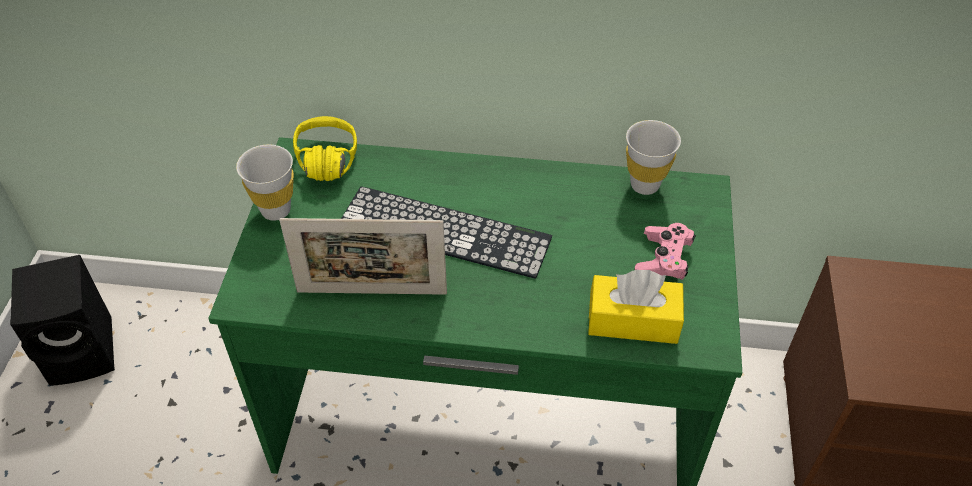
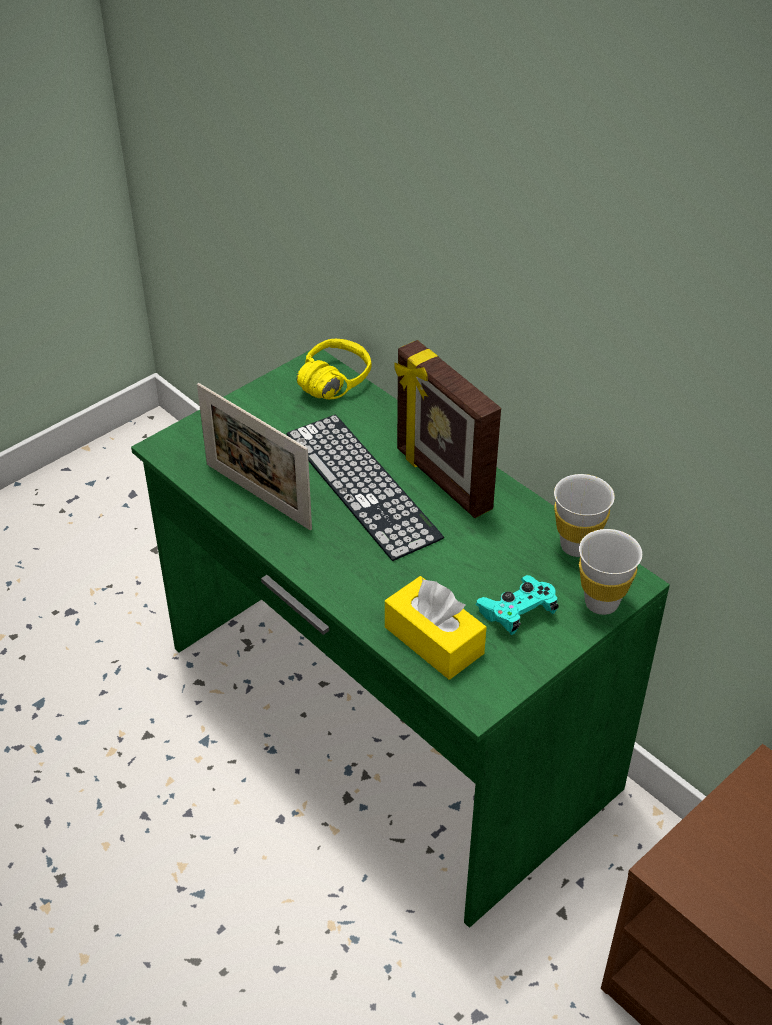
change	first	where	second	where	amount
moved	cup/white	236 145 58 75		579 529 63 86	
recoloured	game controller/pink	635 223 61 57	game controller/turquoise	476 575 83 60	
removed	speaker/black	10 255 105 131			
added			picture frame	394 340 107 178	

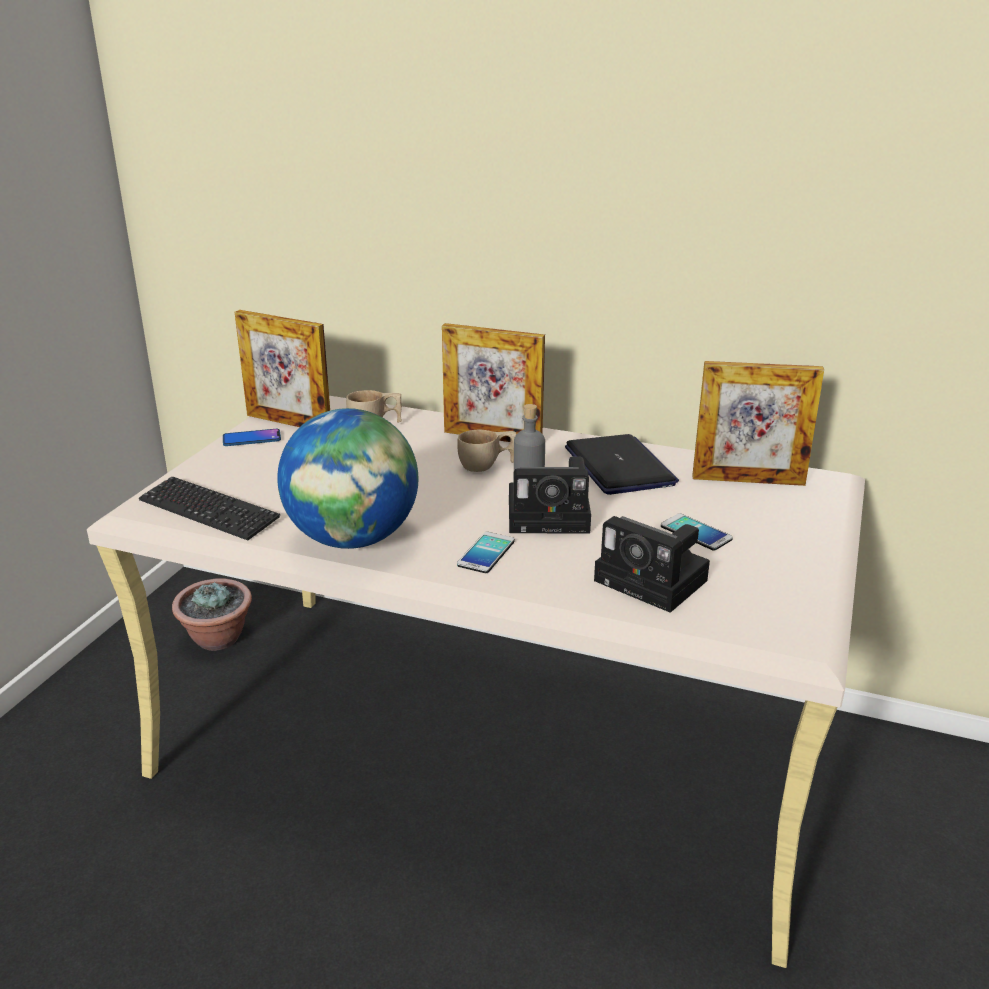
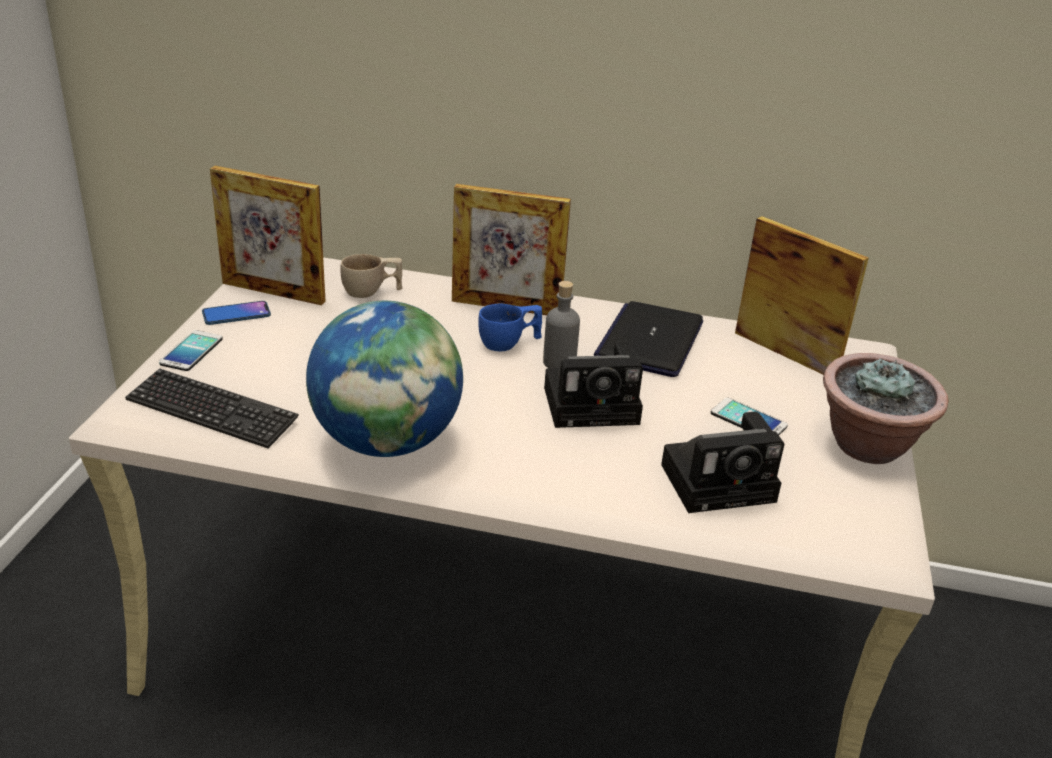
change	first	where	second	where	amount
turned	picture frame	692 361 132 125		735 216 134 159	135 degrees counterclockwise
recoloured	cup/beige	457 430 59 42	cup/blue	478 304 64 47	
turned	laptop	565 434 114 61		594 301 109 76	135 degrees counterclockwise
turned	photo camera	594 516 116 97		661 412 123 101	45 degrees counterclockwise
moved	phone	457 532 58 41		159 330 64 41	
moved	potted plant	172 578 80 73		823 353 125 111	

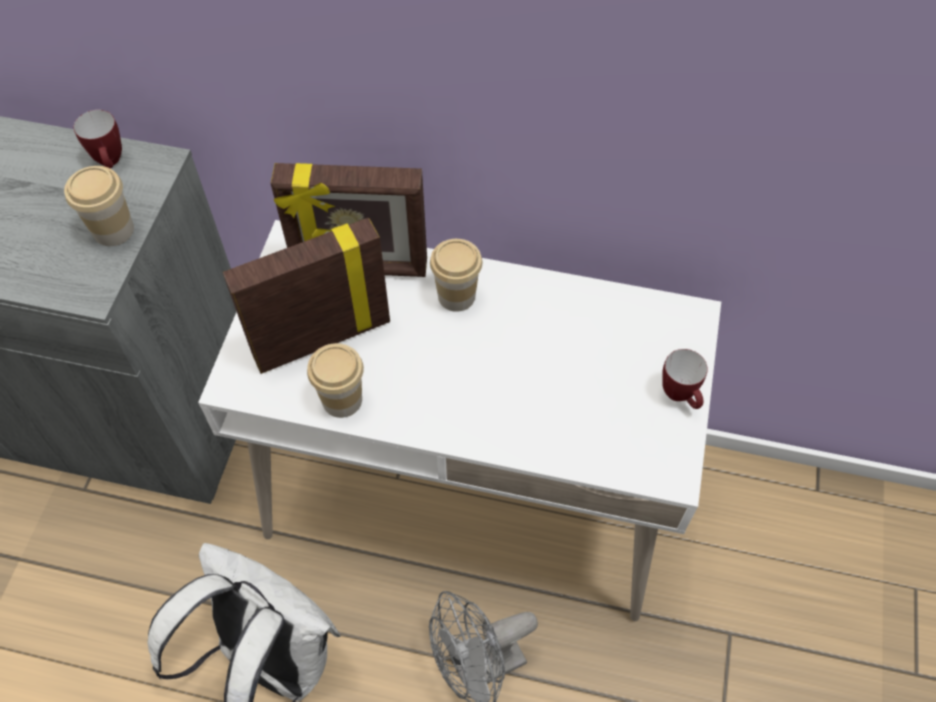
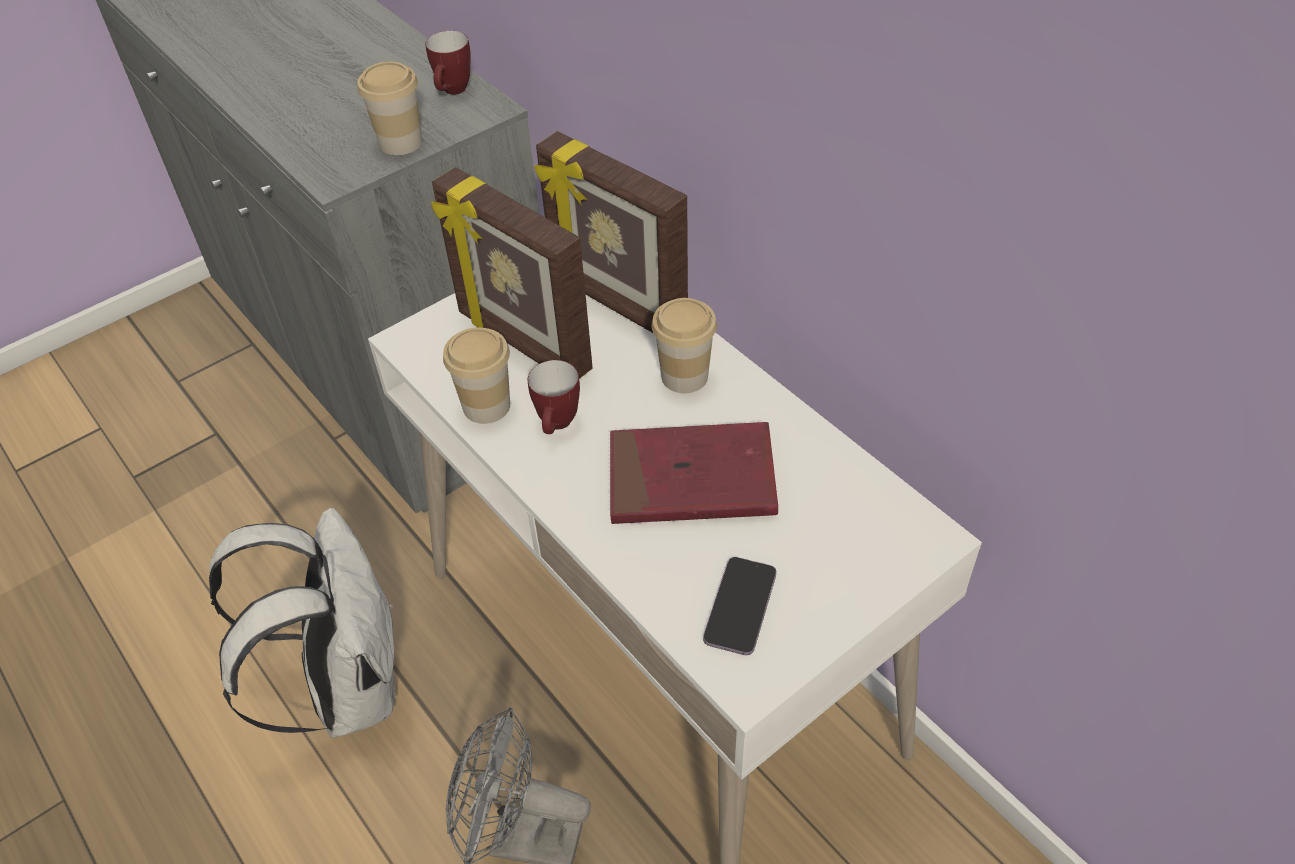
change	first	where	second	where	amount
turned	picture frame	223 218 167 156		431 167 162 212	150 degrees counterclockwise
moved	mug	662 349 46 60		528 360 52 74	
added			book/red	610 422 168 102	
added			phone	703 557 73 98	

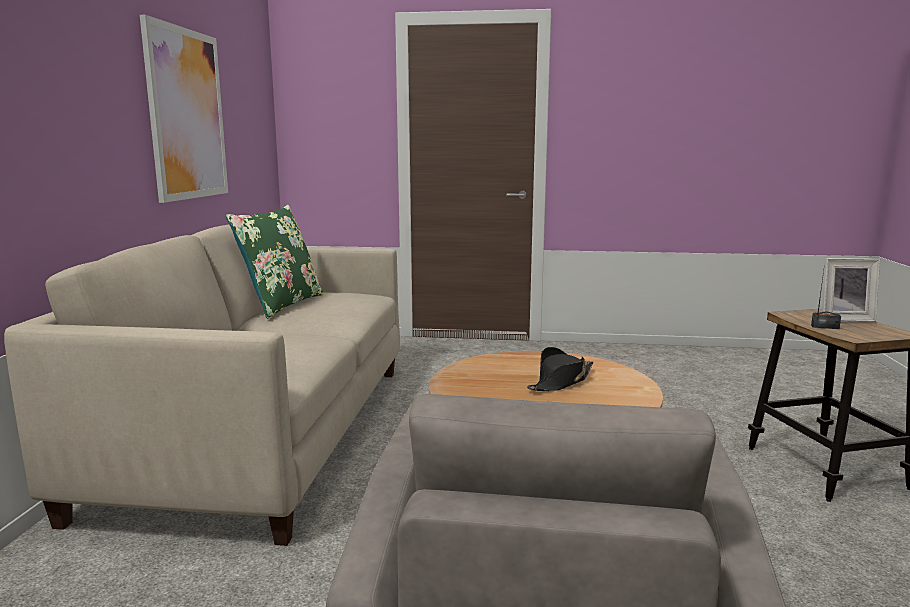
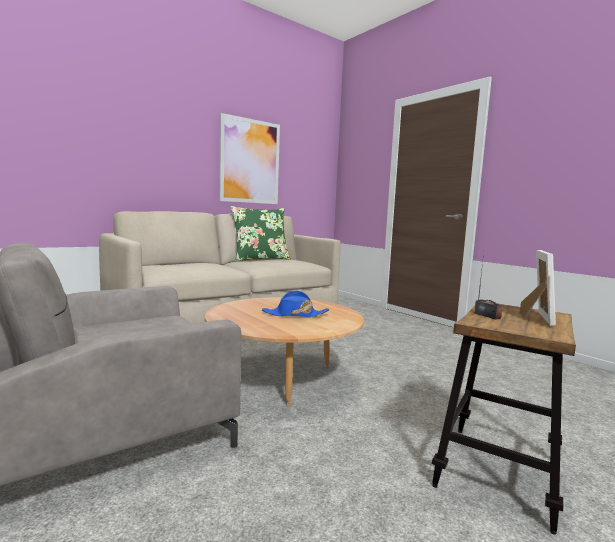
change	first	where	second	where	amount
turned	picture frame	822 258 58 64		519 250 37 76	120 degrees counterclockwise
recoloured	hat/black	527 347 66 44	hat/blue	262 291 67 27	

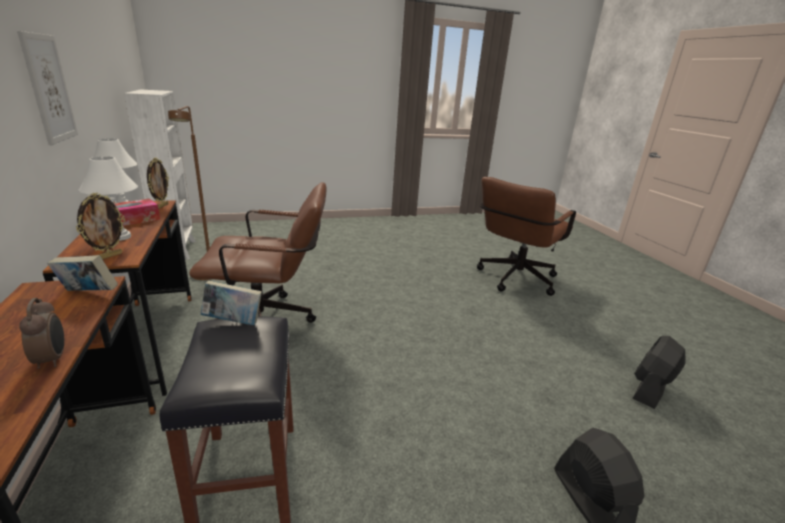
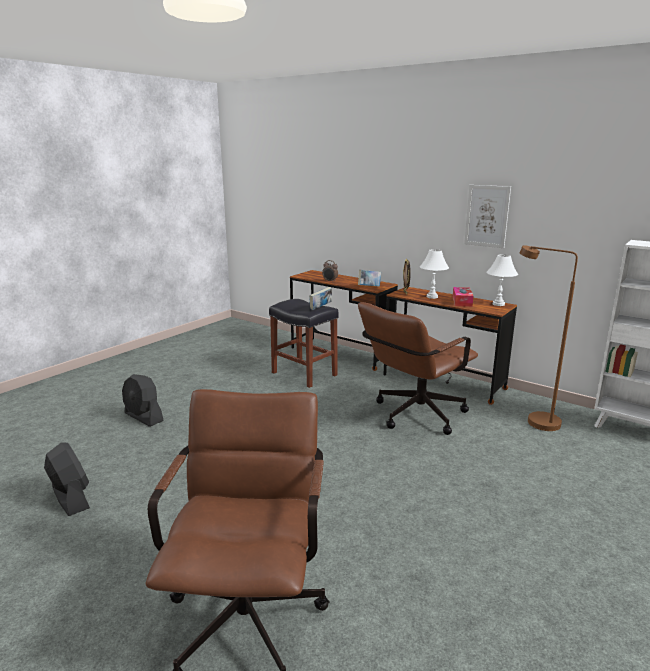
change	first	where	second	where	amount
removed	picture frame	147 158 22 51			
turned	fan/black	633 336 53 73		44 442 46 74	45 degrees counterclockwise

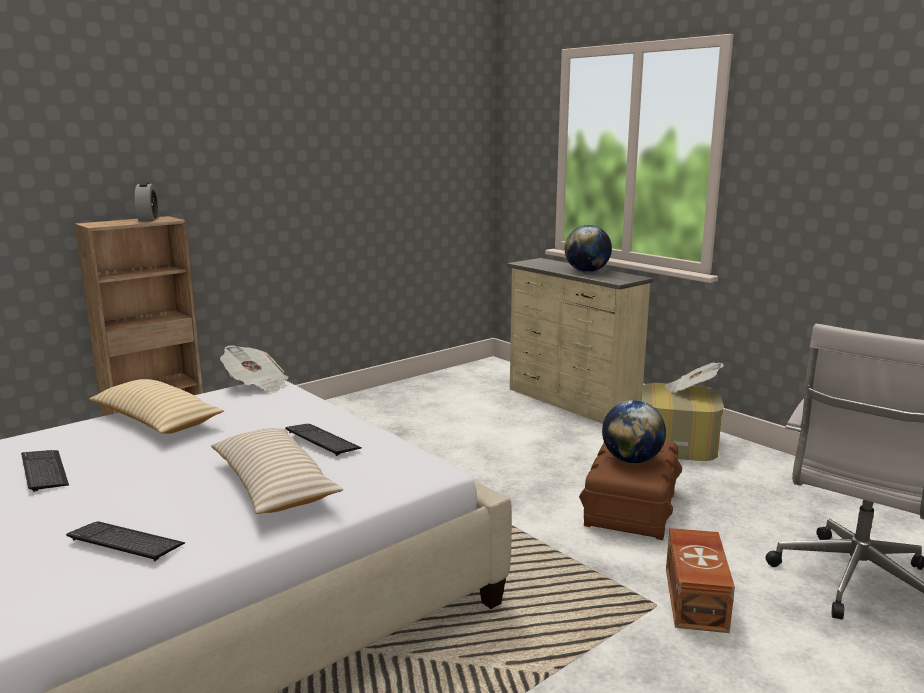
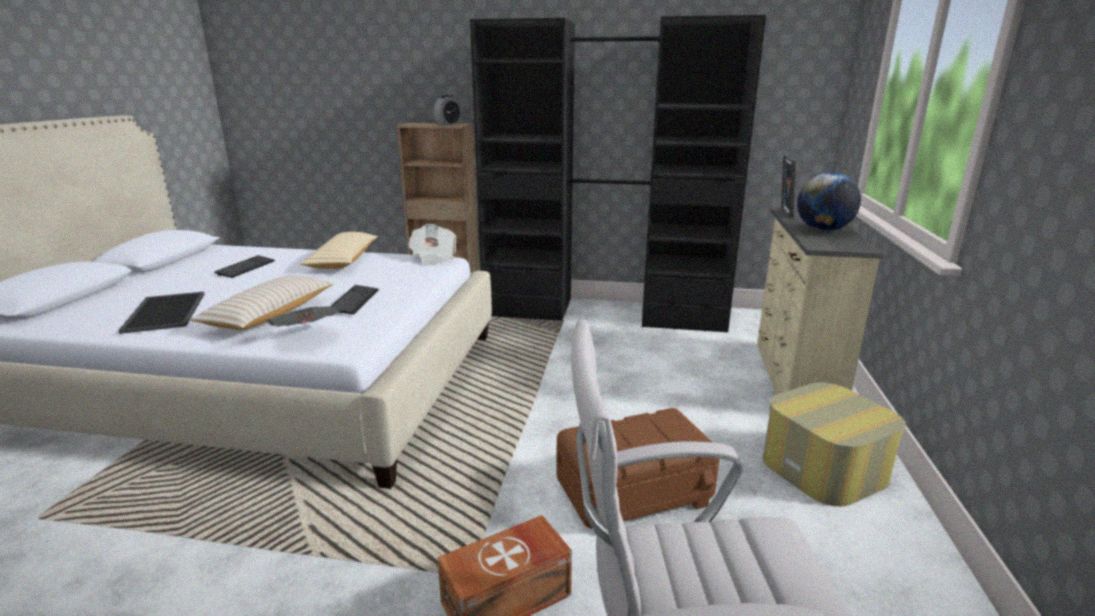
change	first	where	second	where	amount
moved	newspaper	665 362 59 31		265 306 76 21	
removed	globe	602 400 64 63			
replaced	keyboard	66 521 119 41	tray	118 292 87 42	
added			wardrobe/black	470 15 296 317	
added			picture frame	781 155 15 63	

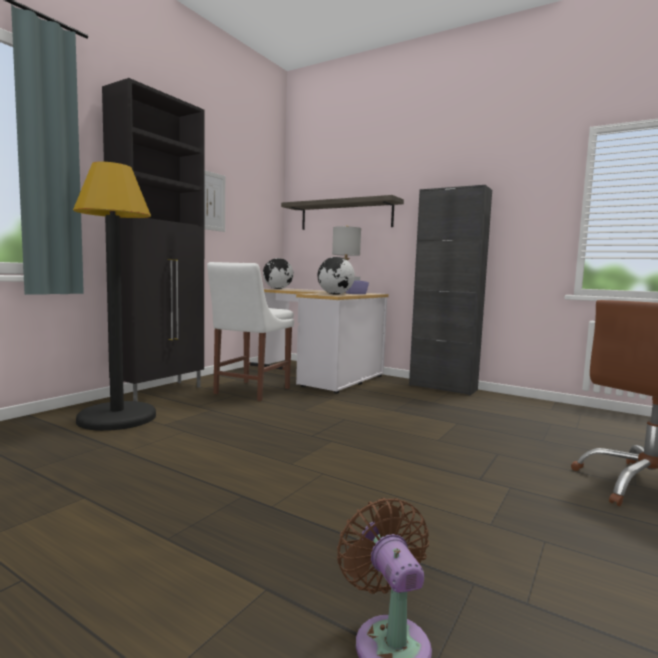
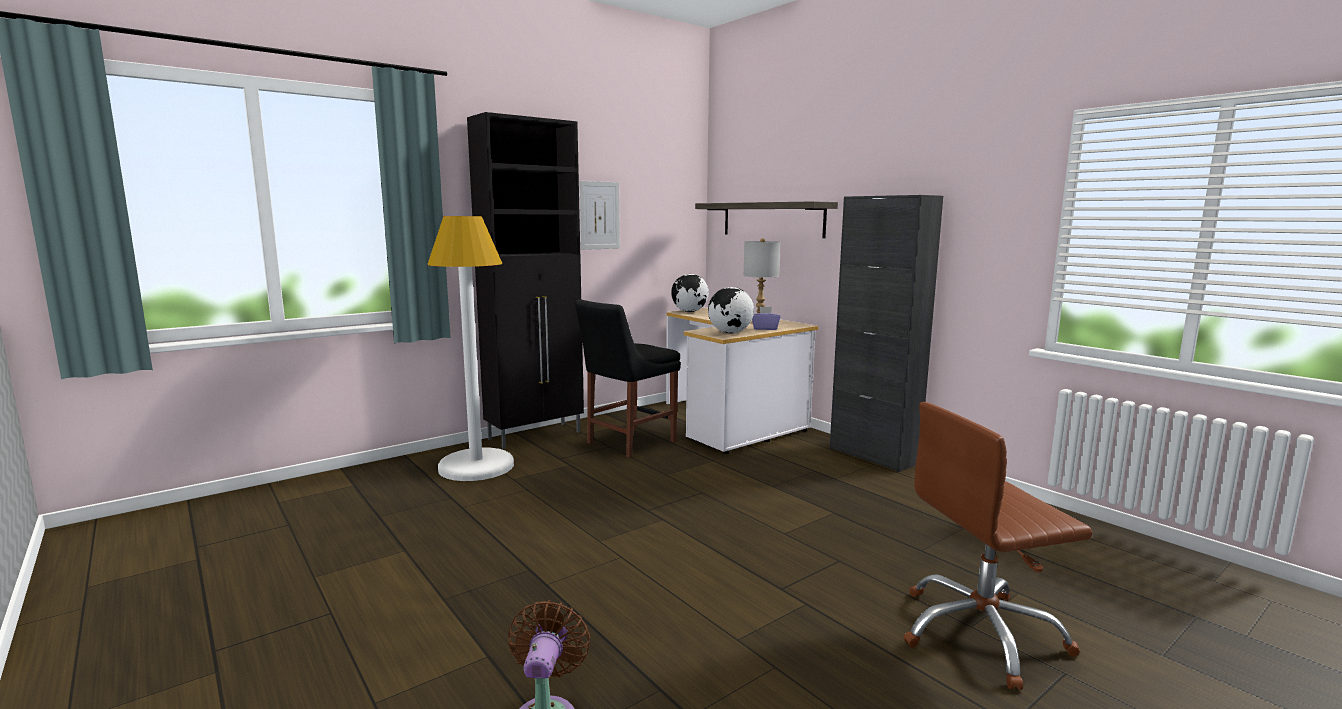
change	first	where	second	where	amount
recoloured	floor lamp/black	73 162 83 269	floor lamp/white	427 216 87 265	
recoloured	chair/white	207 262 87 139	chair/black	575 300 106 158	

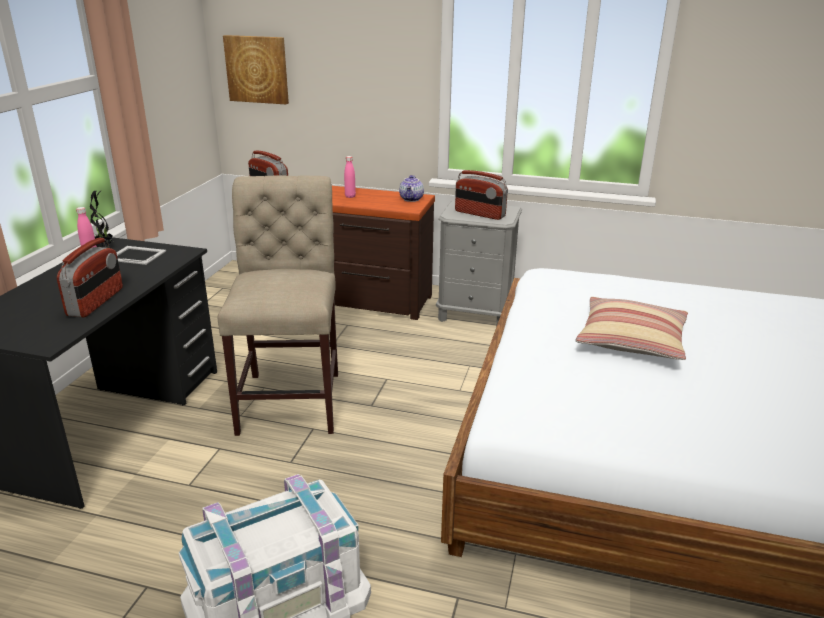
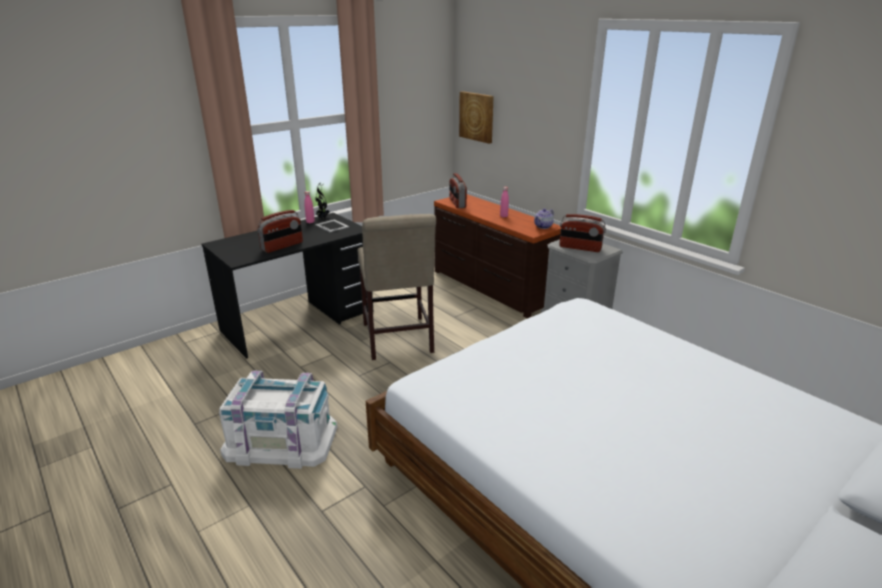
change	first	where	second	where	amount
turned	radio	455 170 53 50		559 214 47 38	45 degrees counterclockwise
turned	chair/beige	217 175 121 261		357 214 79 146	135 degrees clockwise
removed	pillow	576 297 112 63			

